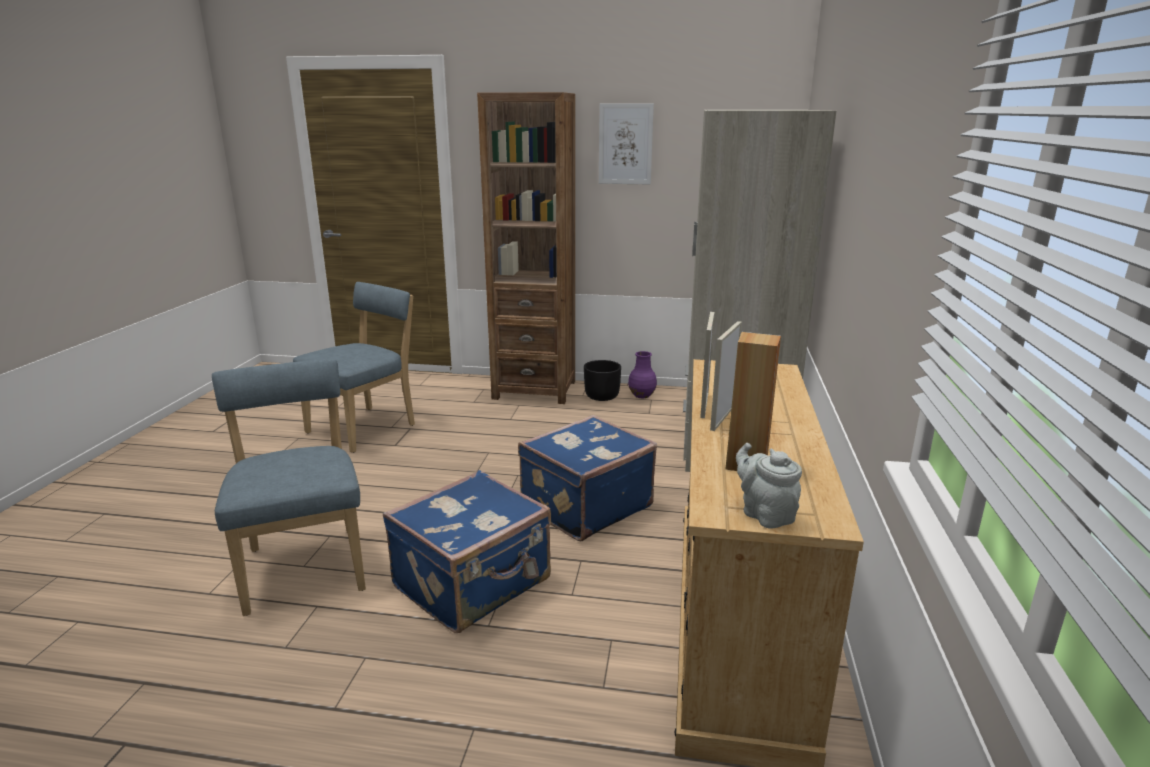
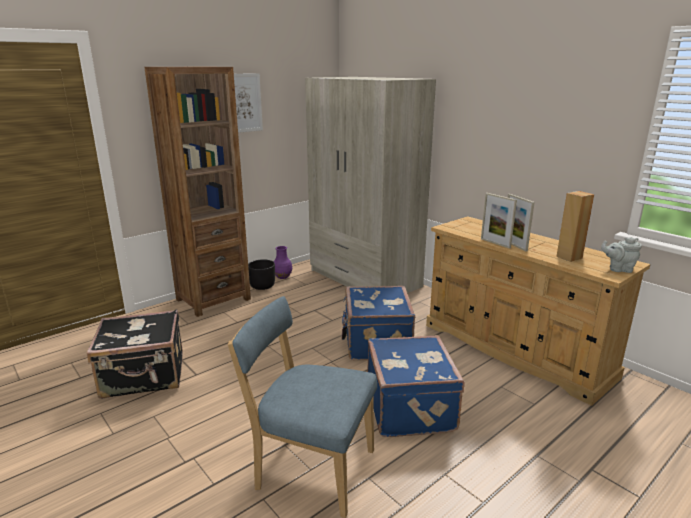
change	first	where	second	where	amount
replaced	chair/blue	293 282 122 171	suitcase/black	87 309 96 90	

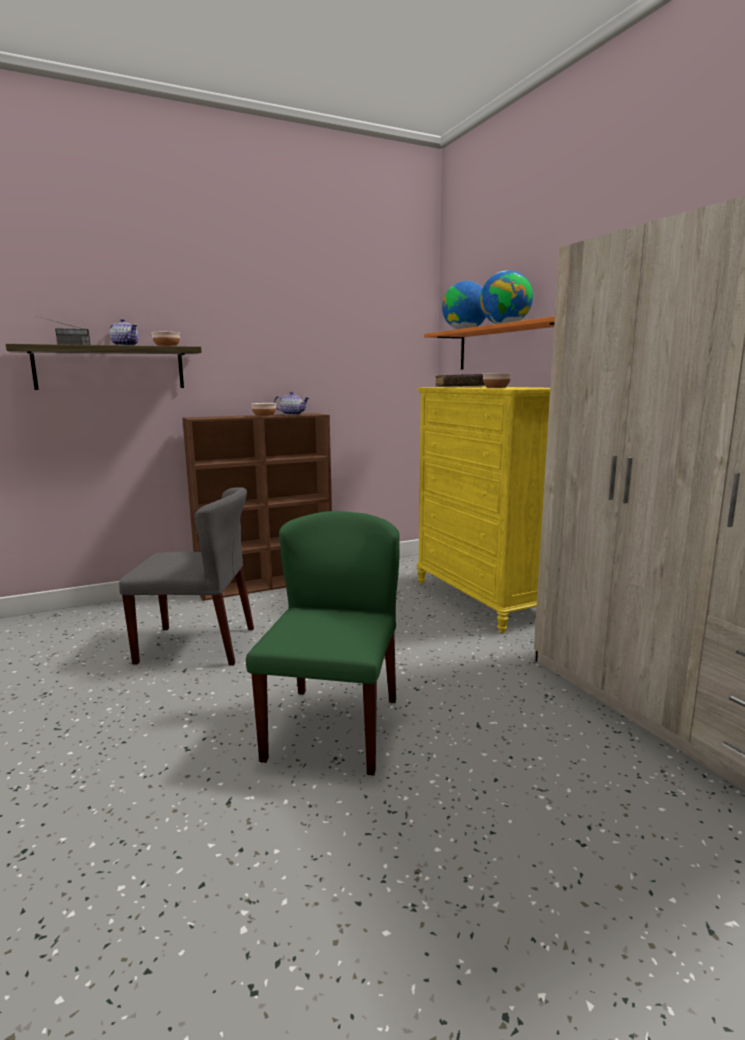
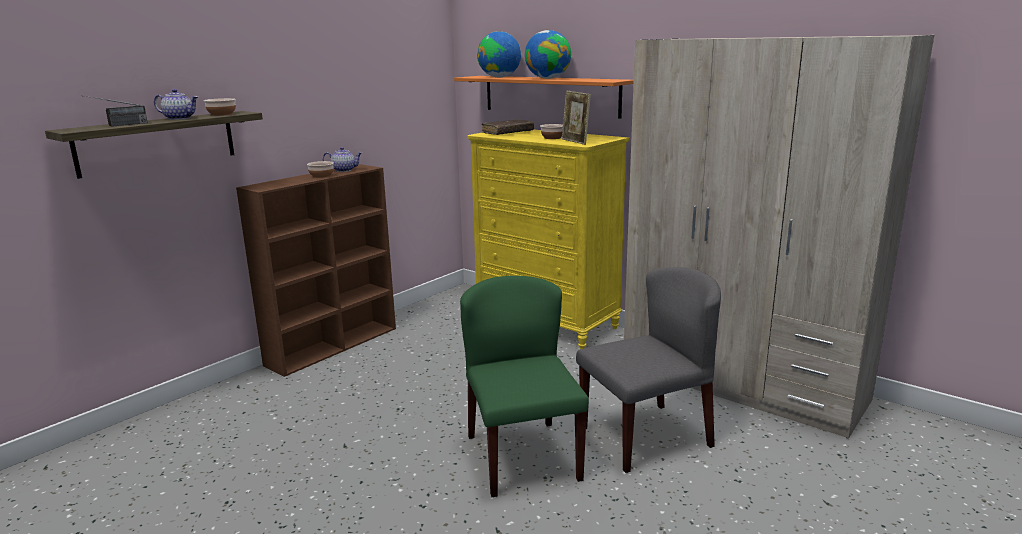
change	first	where	second	where	amount
moved	chair/grey	119 487 135 178		576 267 145 206	
added			picture frame	562 91 29 54	

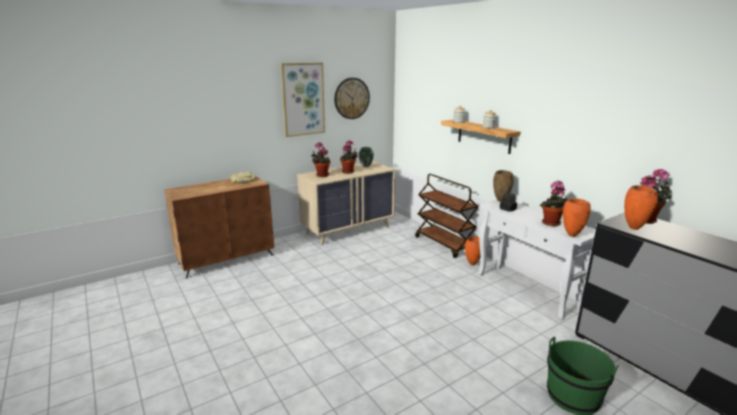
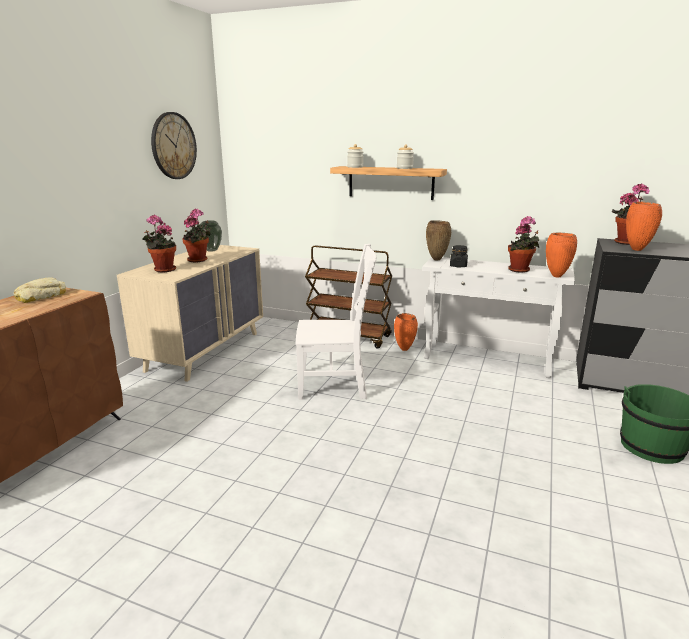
change	first	where	second	where	amount
removed	picture	281 63 44 74			
added			chair/white	296 244 81 156	

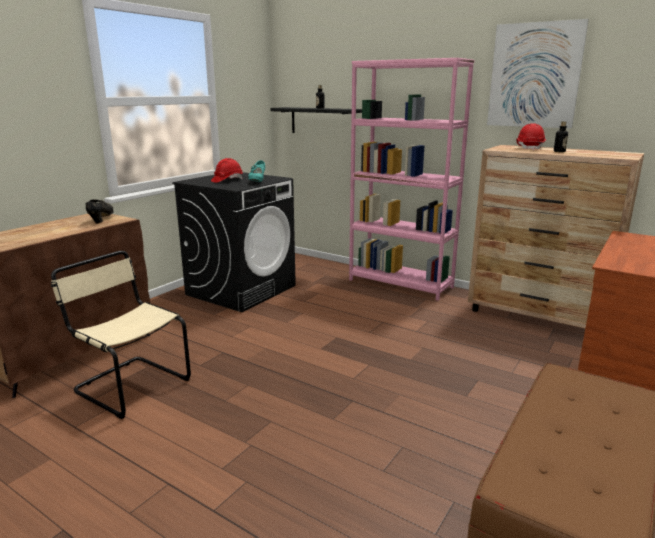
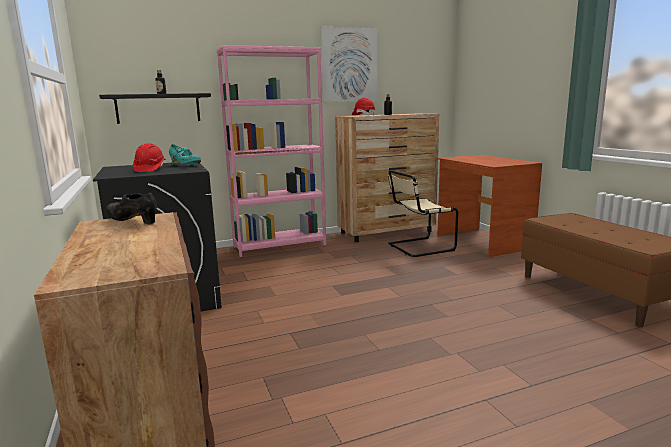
change	first	where	second	where	amount
moved	chair/beige	51 251 140 168		388 170 70 87	

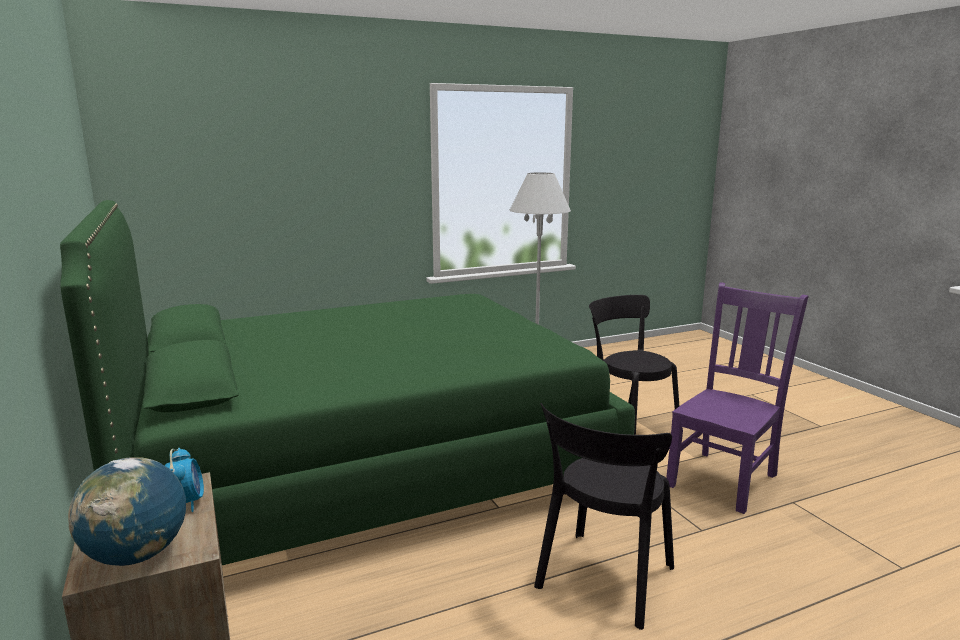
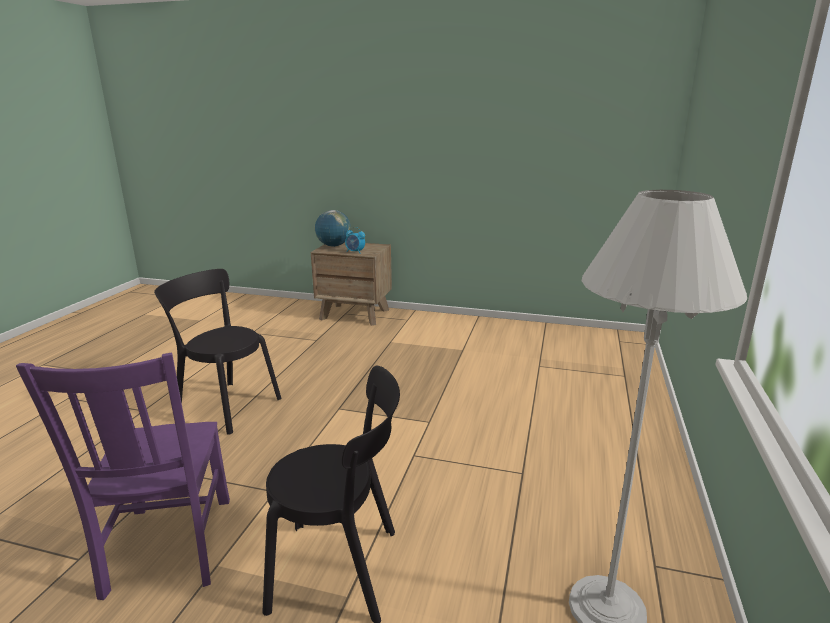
change	first	where	second	where	amount
removed	bed/green	60 200 575 365			
turned	chair/black	534 403 140 227		154 269 127 166	45 degrees counterclockwise

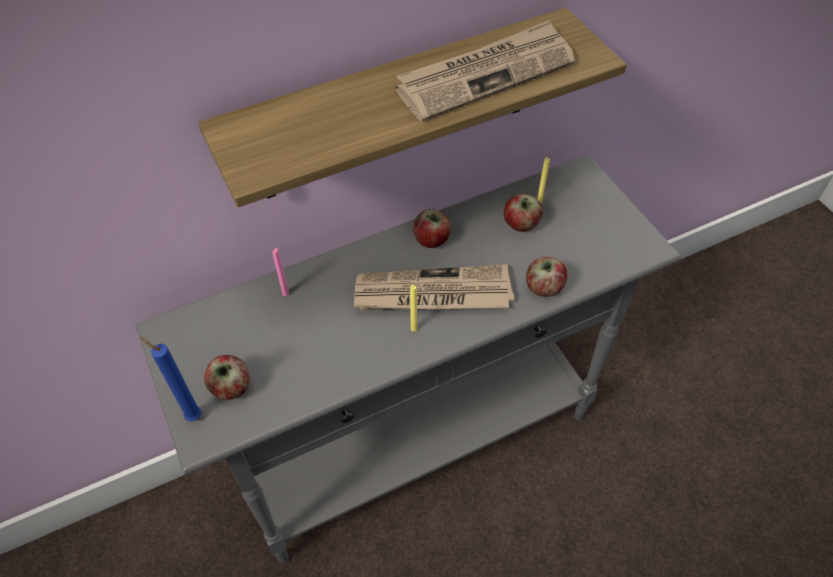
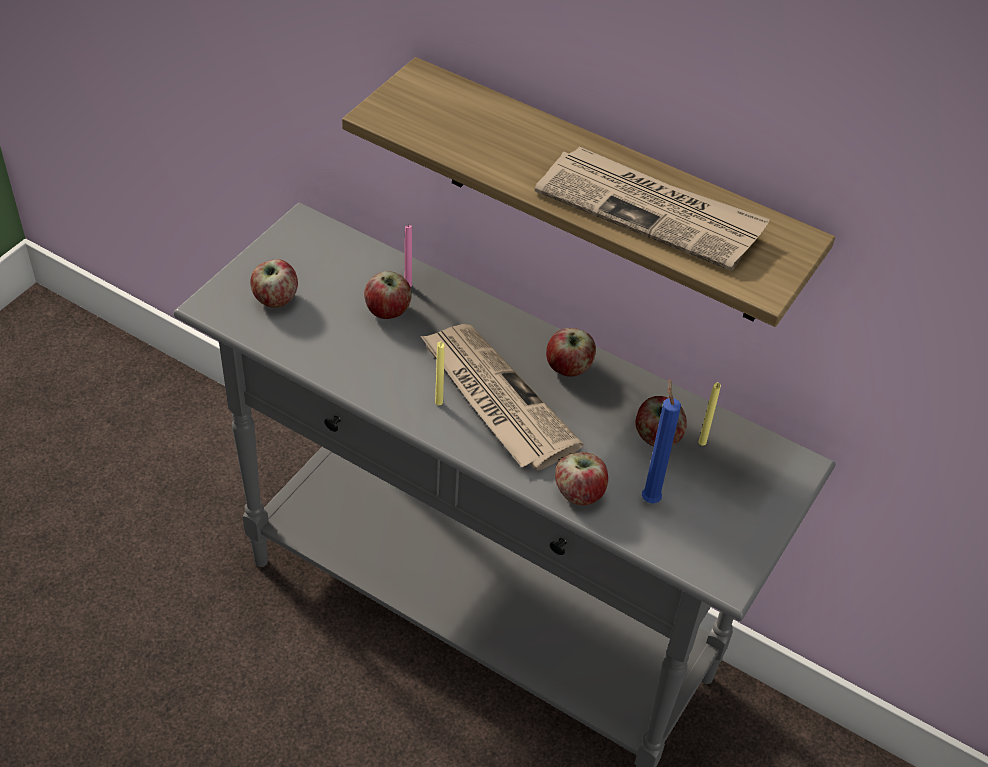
change	first	where	second	where	amount
moved	candle/blue	140 336 61 85		642 379 39 124	
added			apple	364 271 48 48	

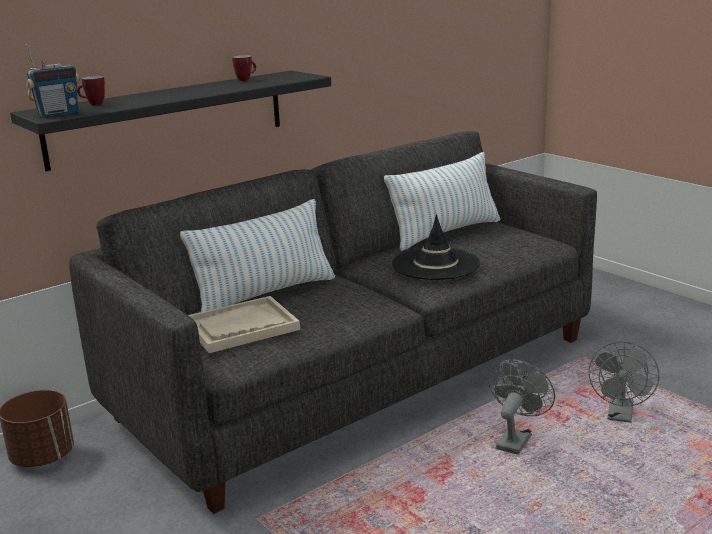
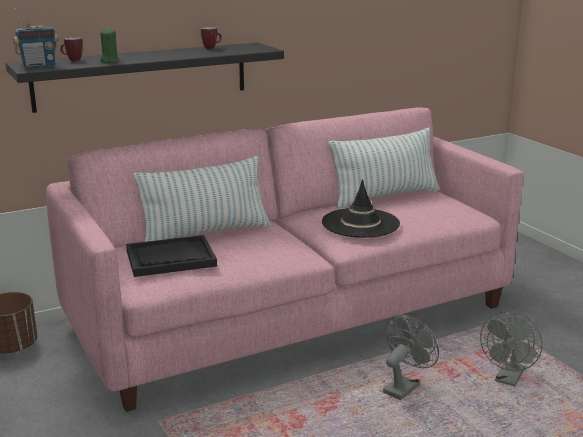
change	first	where	second	where	amount
recoloured	sofa/grey	69 131 528 383	sofa/pink	46 107 478 305	
recoloured	tray/beige	188 296 112 57	tray/black	126 235 91 42	
added			candle/green	100 29 20 34	

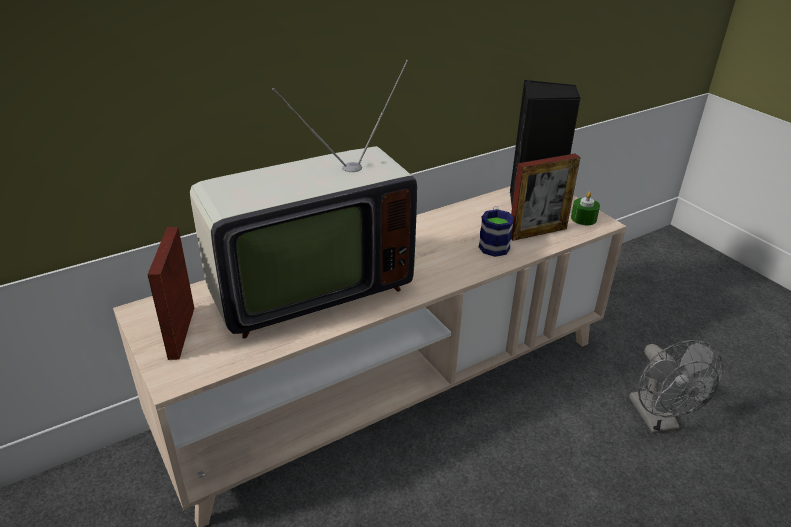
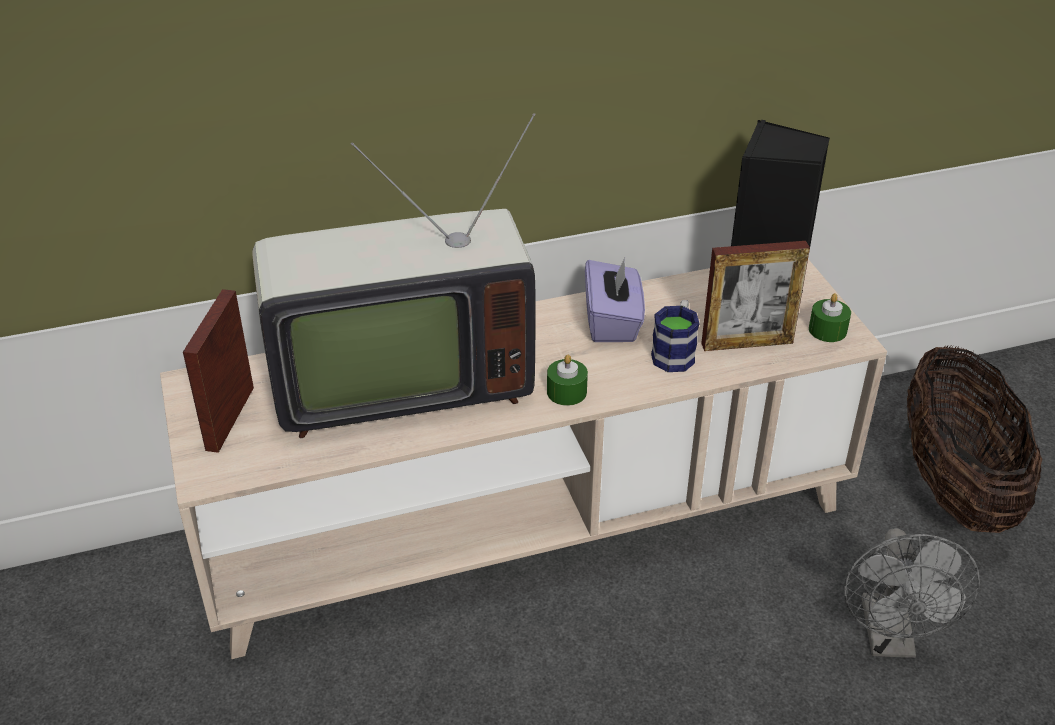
change	first	where	second	where	amount
added			tissue box/purple	585 258 60 84	
added			basket	907 346 135 187	
added			candle/green	547 355 41 51	

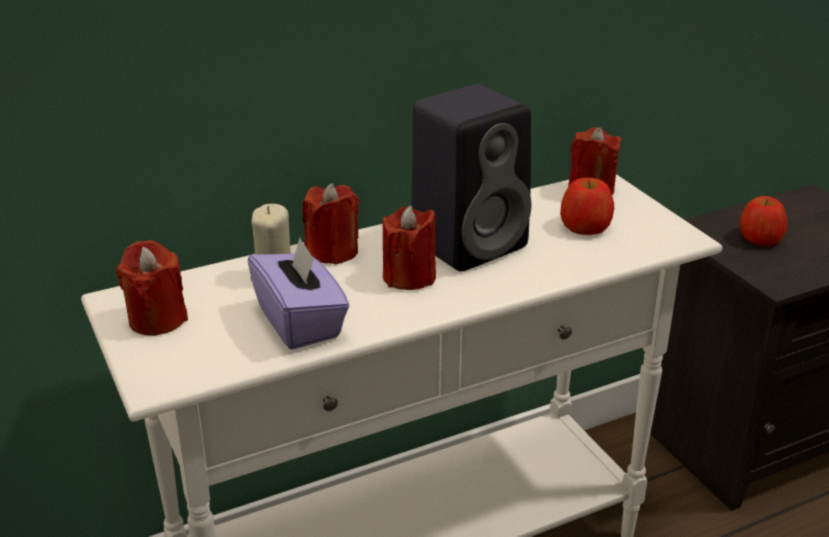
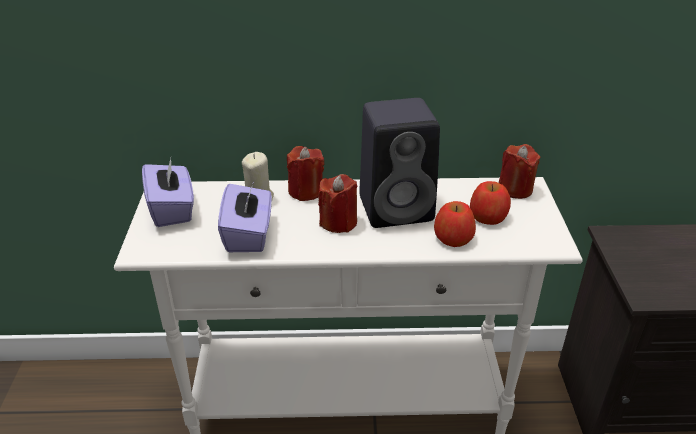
change	first	where	second	where	amount
moved	apple	740 196 47 50		434 201 42 46	
replaced	candle/red	116 240 72 96	tissue box/purple	142 158 52 69	

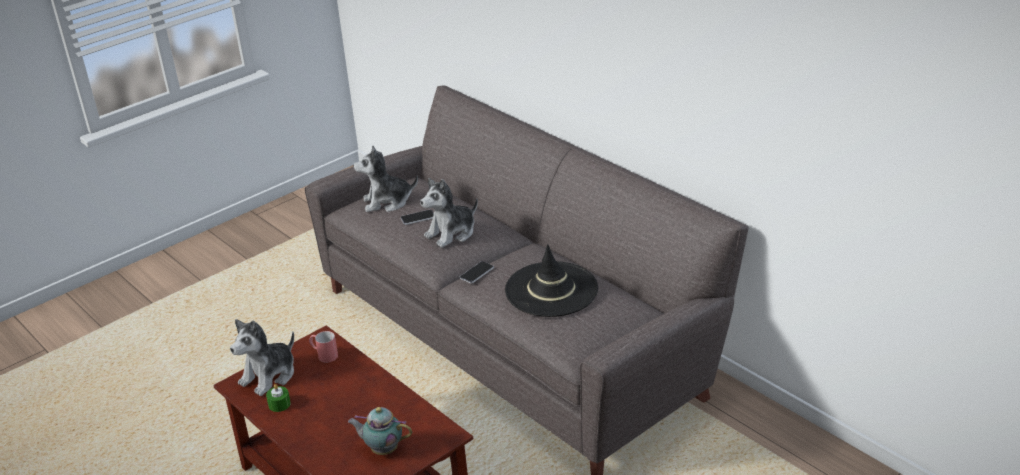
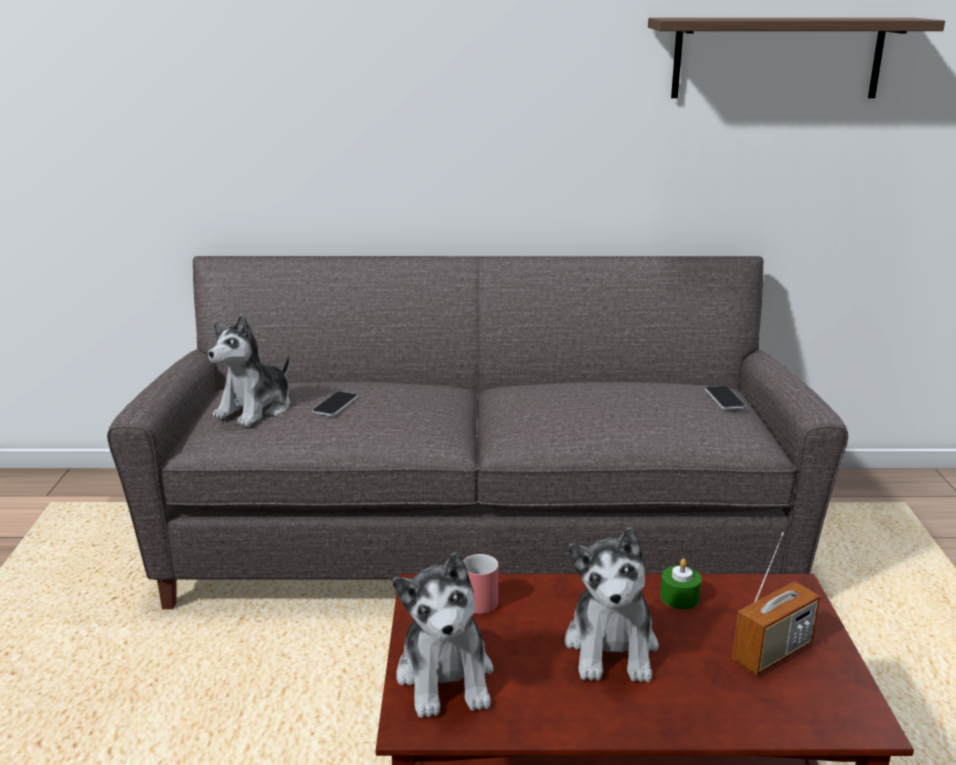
change	first	where	second	where	amount
moved	plush toy	420 178 58 70		565 527 94 156	
removed	hat/black	505 244 93 73			
moved	phone	460 261 34 23		705 386 41 23	
moved	candle/green	266 384 25 28		660 559 41 50	
replaced	teapot	348 407 64 48	radio	732 532 88 143	
added			shelf	648 18 297 80	

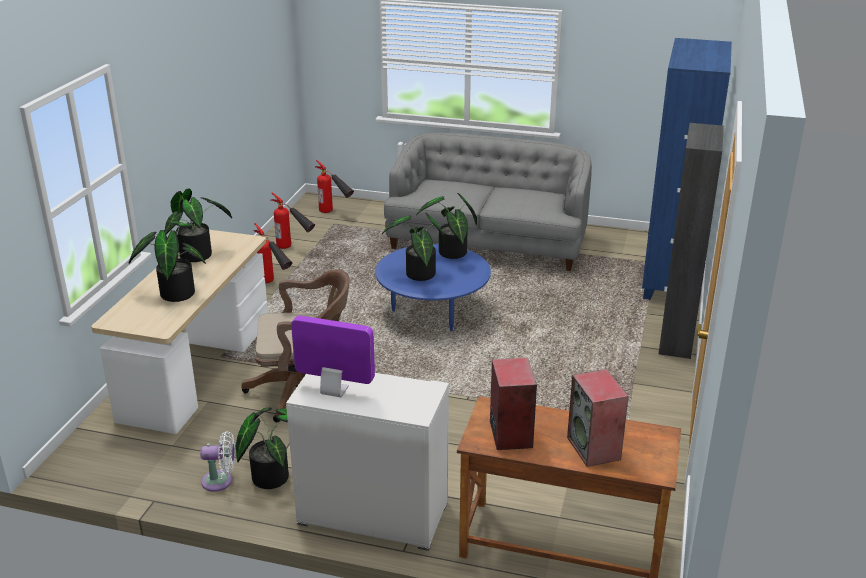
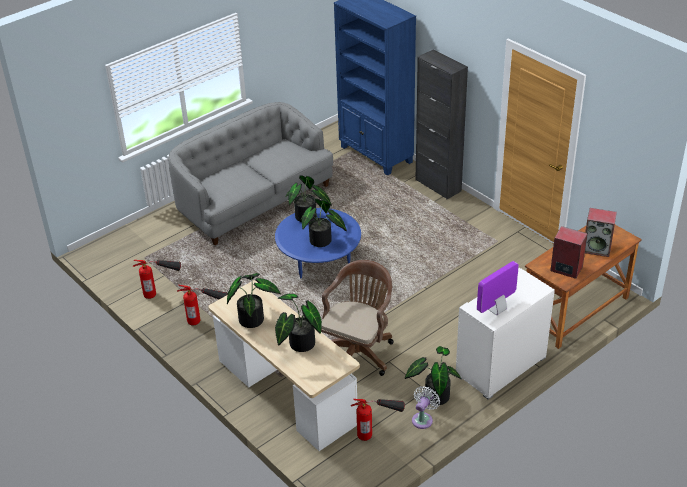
change	first	where	second	where	amount
moved	fire extinguisher	316 160 38 53		351 399 54 42	

